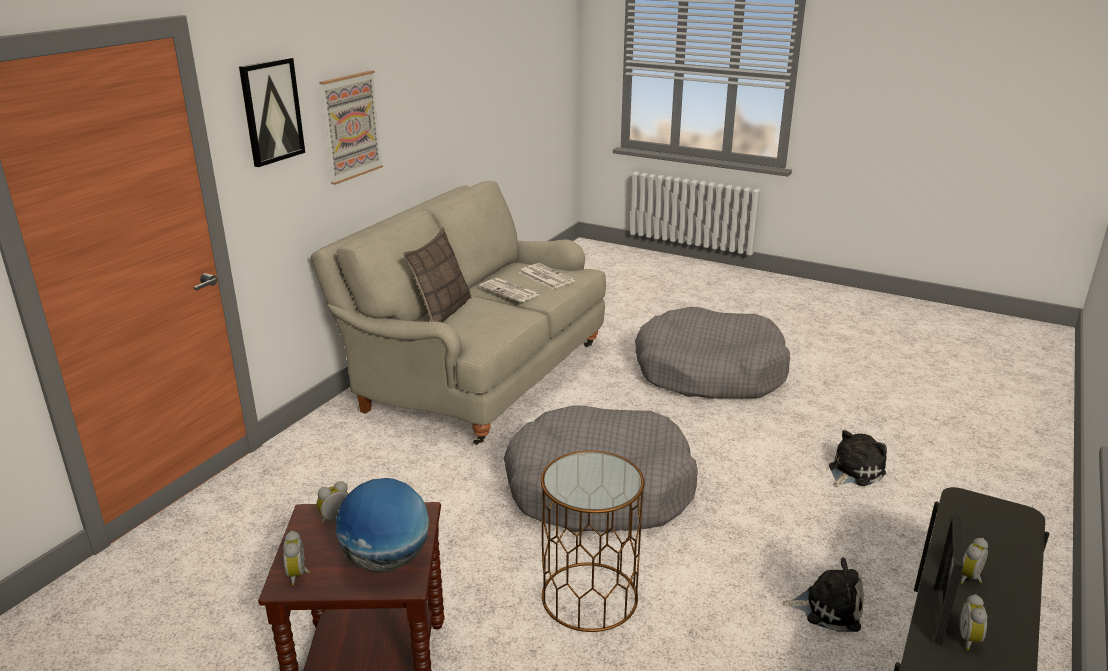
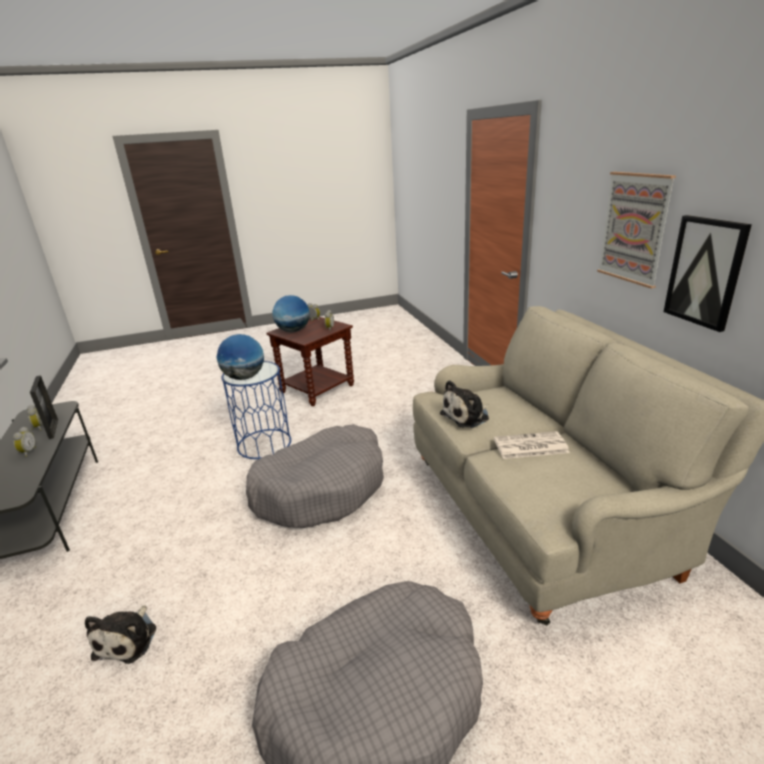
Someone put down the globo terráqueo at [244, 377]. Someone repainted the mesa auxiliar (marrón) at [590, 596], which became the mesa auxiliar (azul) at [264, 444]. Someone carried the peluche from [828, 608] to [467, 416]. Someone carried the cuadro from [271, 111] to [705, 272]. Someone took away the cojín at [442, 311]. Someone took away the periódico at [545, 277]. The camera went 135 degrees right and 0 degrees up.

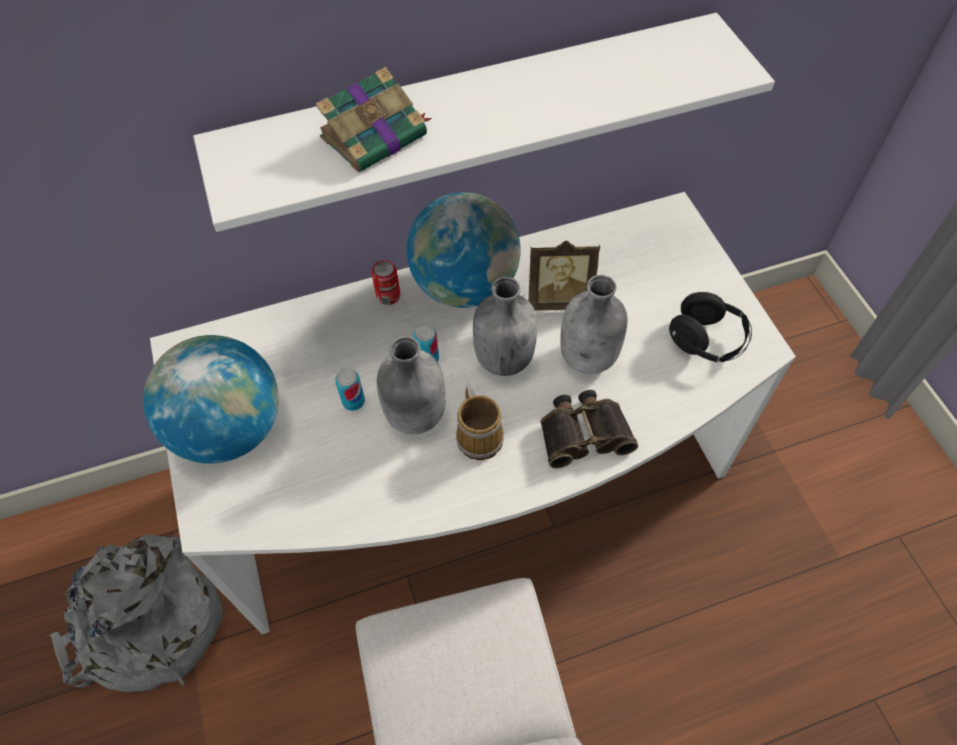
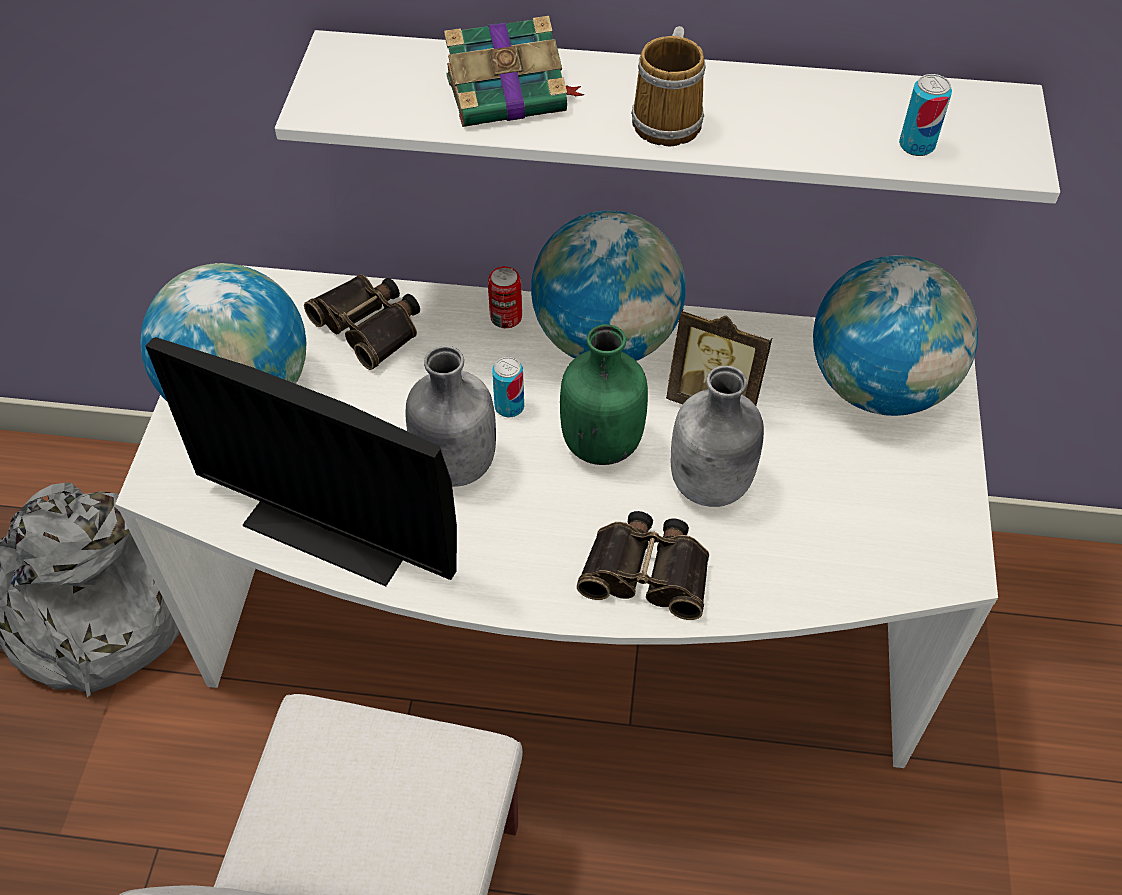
Someone put down the monitor at [333, 527]. Someone put down the prismáticos at [370, 325]. Someone repainted the botella (gris) at [503, 358], which became the botella (verde) at [601, 442]. Someone carried the taza grande from [480, 435] to [670, 120]. Someone put down the globo terráqueo at [878, 387]. Someone carried the lata from [353, 401] to [916, 145]. Someone took away the auriculares (negro) at [706, 341]. The camera went 25 degrees right and 5 degrees down.

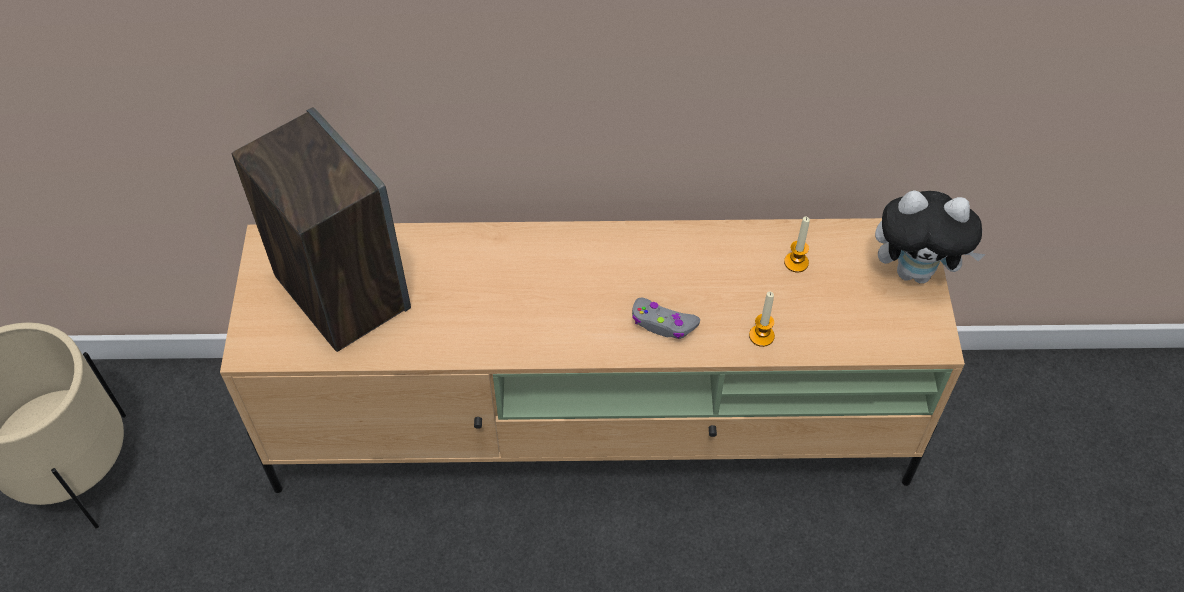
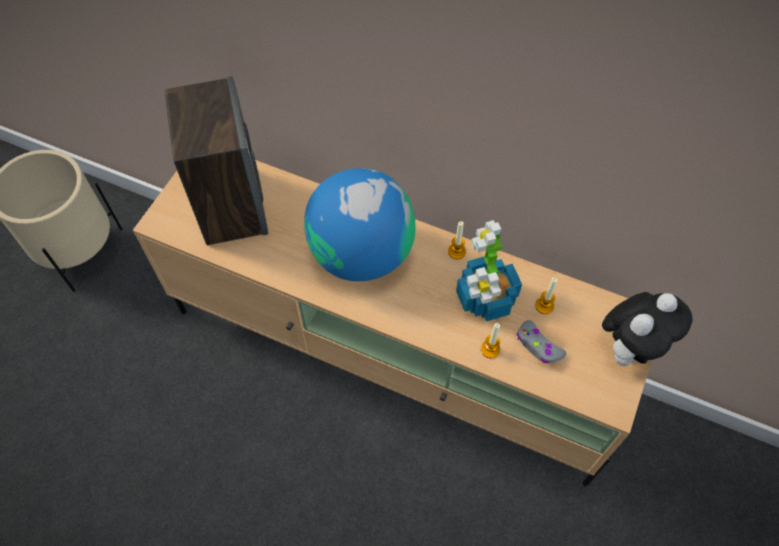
Someone put down the globo terráqueo at [361, 254]. Someone put down the vela at [456, 251]. Someone put down the planta en maceta at [485, 298]. Someone carried the mando de consola (gris) from [663, 323] to [538, 346]. Someone rotated the peluche at [915, 271] by 75 degrees counterclockwise. The camera went 25 degrees right and 5 degrees up.

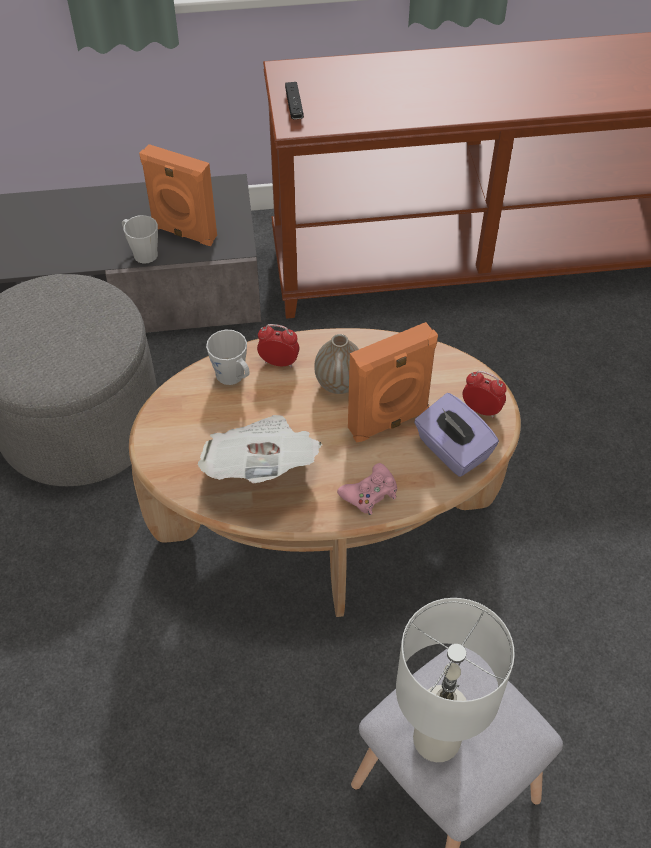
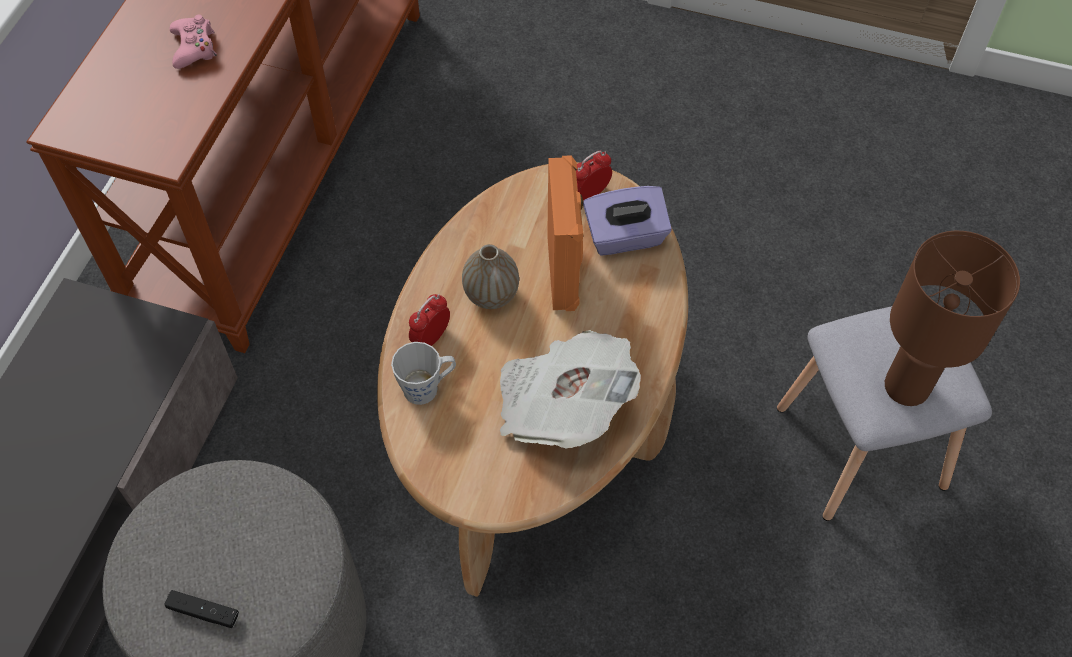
Someone carried the mando de consola (negro) from [294, 106] to [204, 612]. Someone carried the mando de consola (rosa) from [370, 493] to [194, 48]. Someone repainted the lámpara de mesa (blanco) at [437, 740], which became the lámpara de mesa (marrón) at [908, 387]. Someone took away the taza grande (gris) at [142, 252]. Someone took away the altavoz (naranja) at [183, 233]. The camera went 65 degrees left and 5 degrees up.

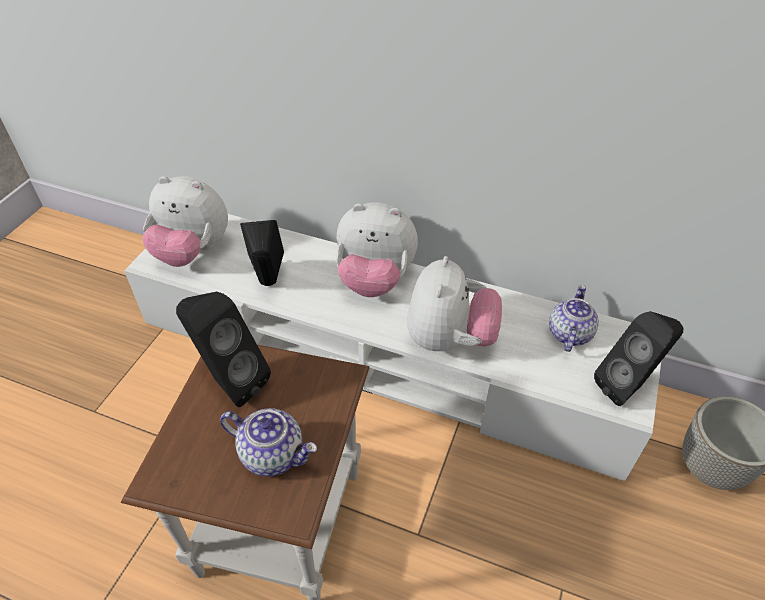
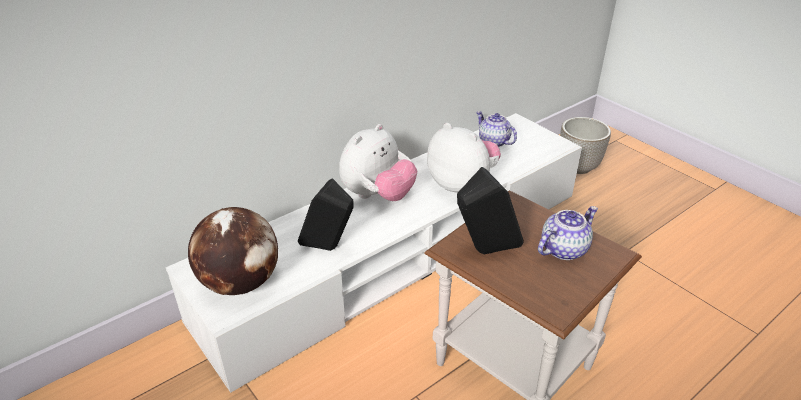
Someone swapped the peluche at [192, 252] for the globo terráqueo at [241, 282]. Someone took away the altavoz (negro) at [627, 386]. The camera went 60 degrees left and 10 degrees down.

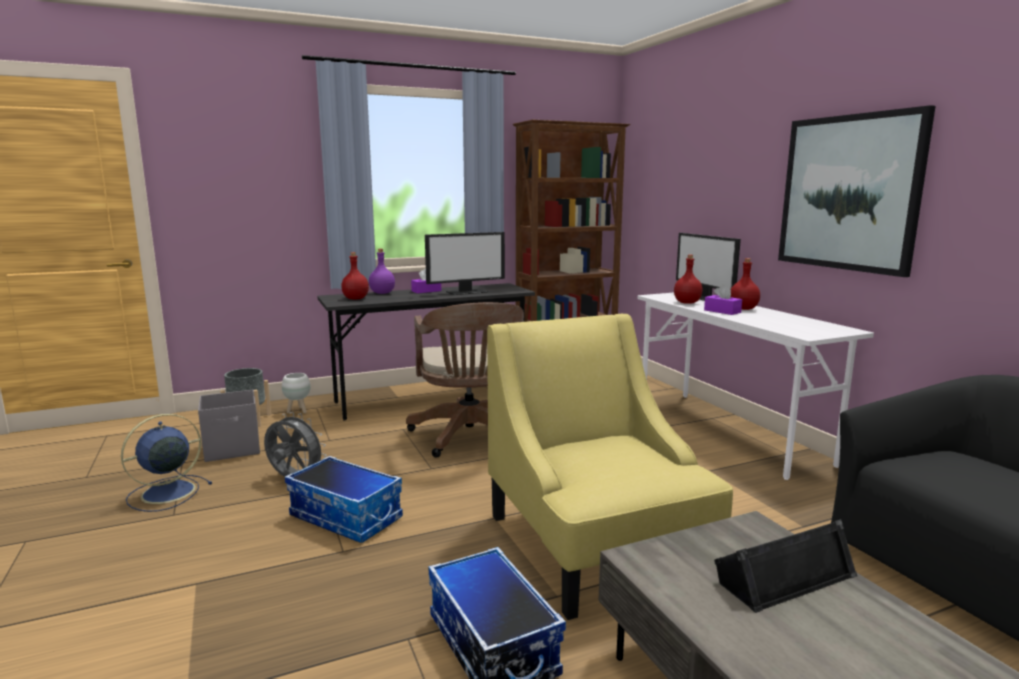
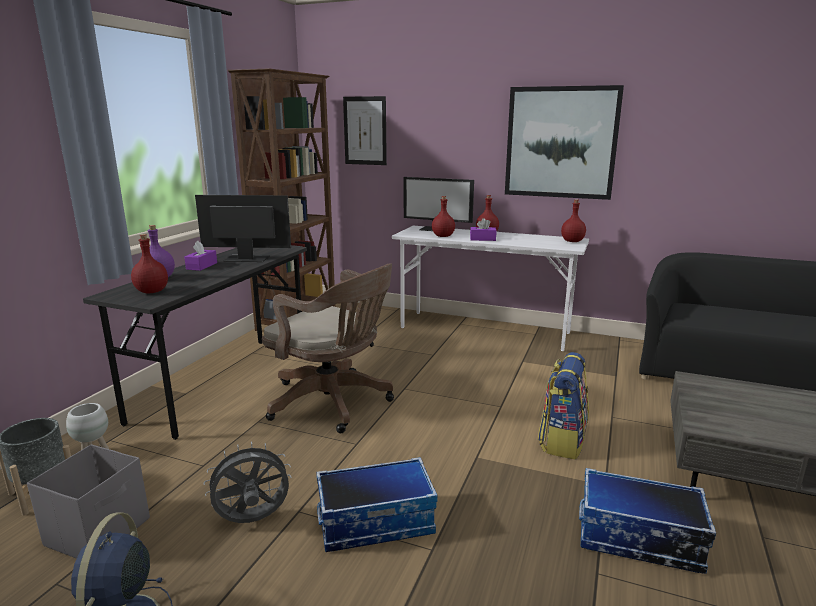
Someone rotated the monitor at [466, 292] by 105 degrees counterclockwise. Someone put up the cuadro at [365, 131]. Someone swapped the sillón (amarillo) at [596, 545] for the mochila at [562, 441]. Someone put down the botella (rojo) at [572, 241]. Someone took away the altavoz (negro) at [783, 576]. The camera went 45 degrees left and 5 degrees up.

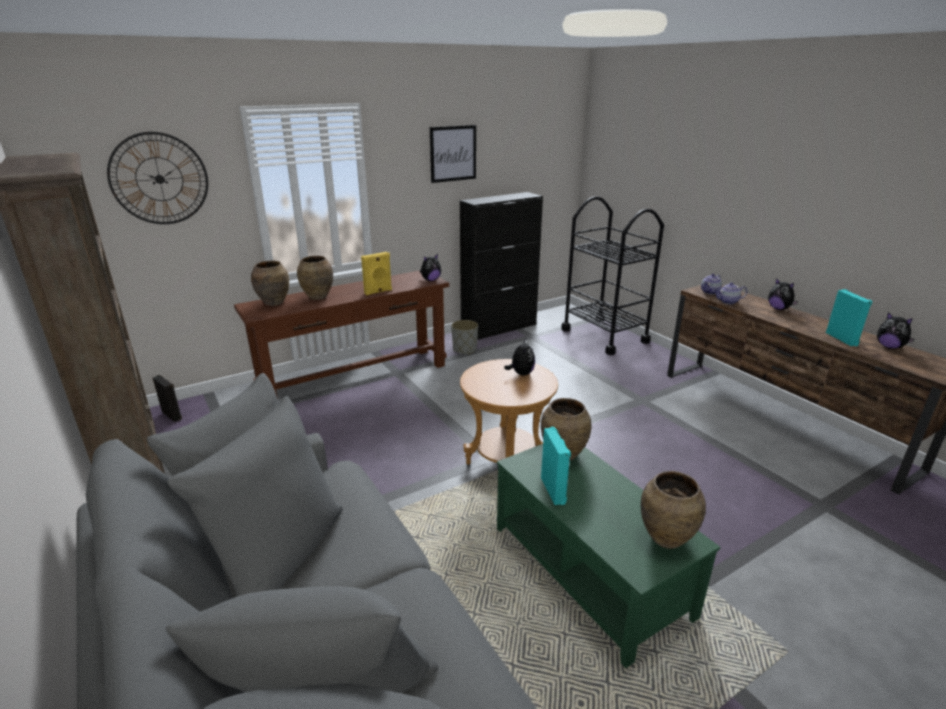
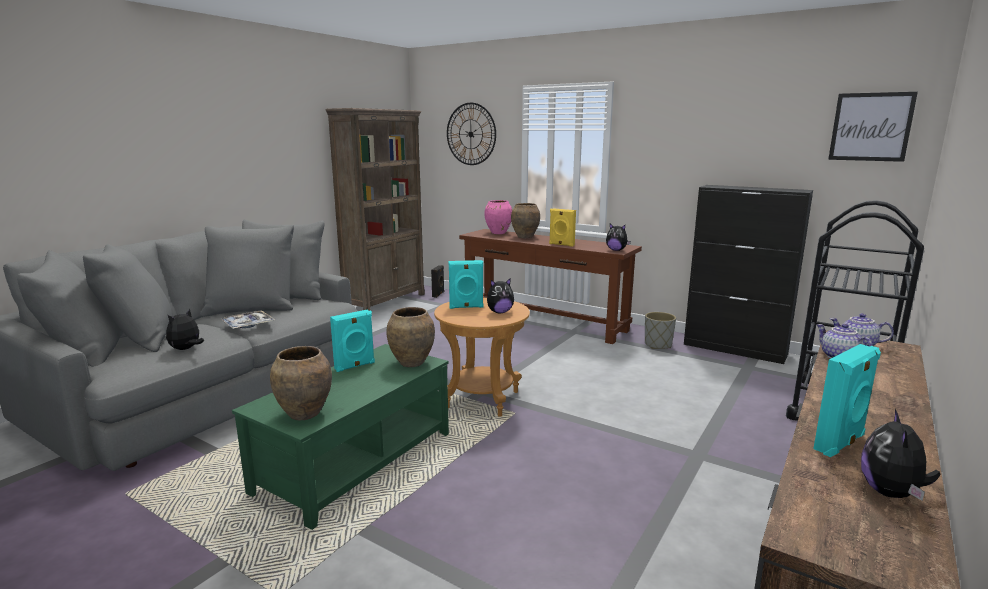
Someone carried the peluche from [779, 308] to [186, 349]. Someone put down the bandeja at [248, 325]. Someone put down the altavoz (turquesa) at [466, 307]. Someone repainted the florero (marrón) at [274, 303], which became the florero (rosa) at [498, 233]. Someone carried the cuadro from [453, 153] to [871, 127]. The camera went 65 degrees right and 10 degrees down.

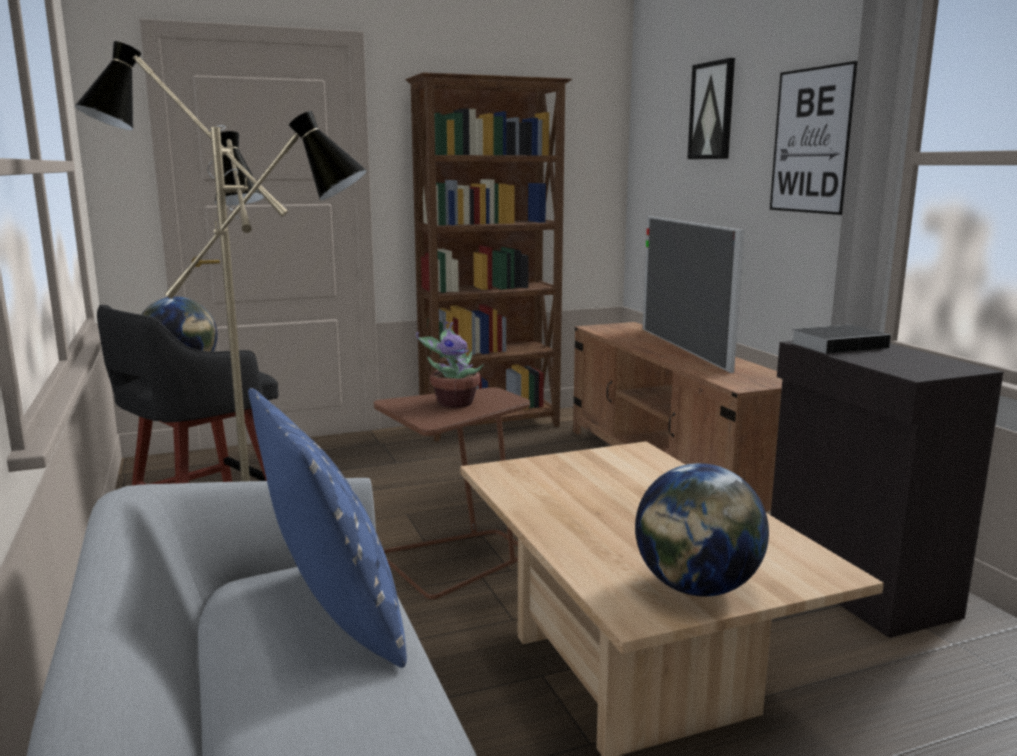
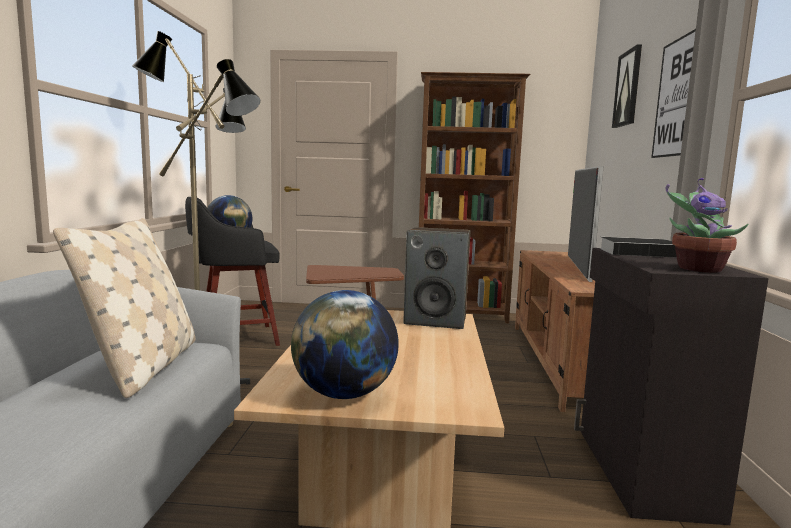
Someone repainted the cojín (azul) at [334, 616], which became the cojín (beis) at [144, 367]. Someone put down the altavoz at [436, 321]. Someone carried the planta en maceta from [453, 402] to [697, 269]. The camera went 25 degrees right and 5 degrees down.

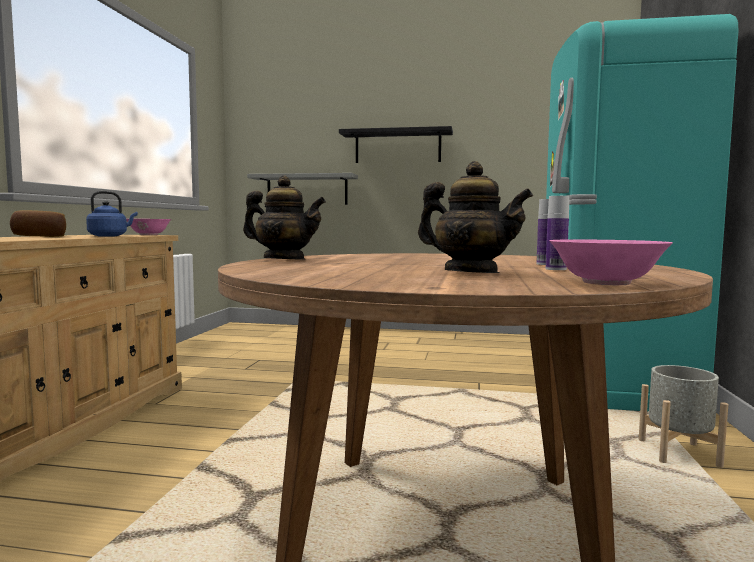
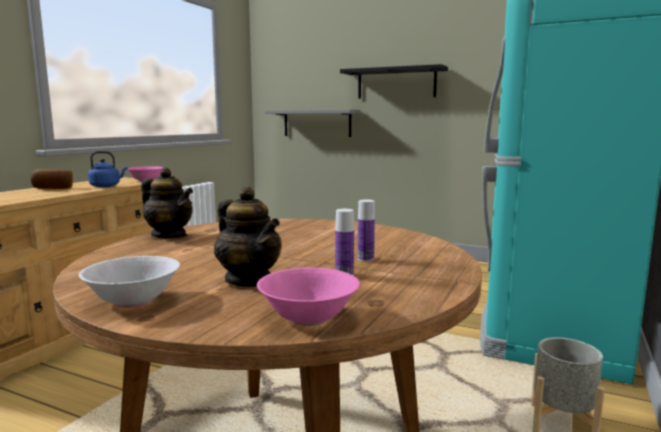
Someone put down the cuenco (blanco) at [133, 301]. The camera went 15 degrees right and 5 degrees up.

